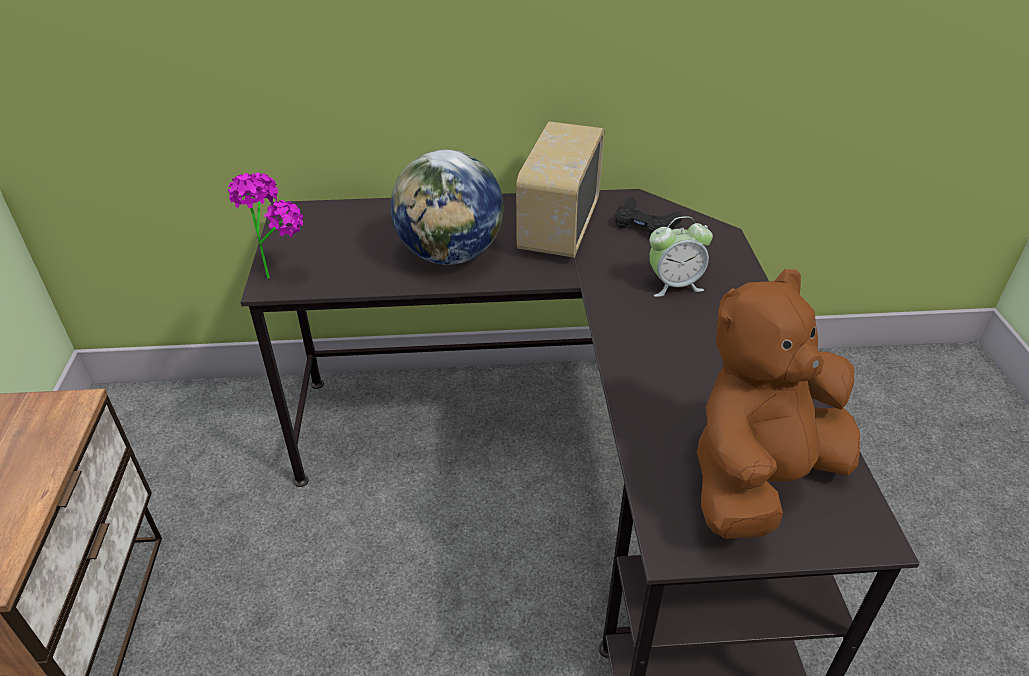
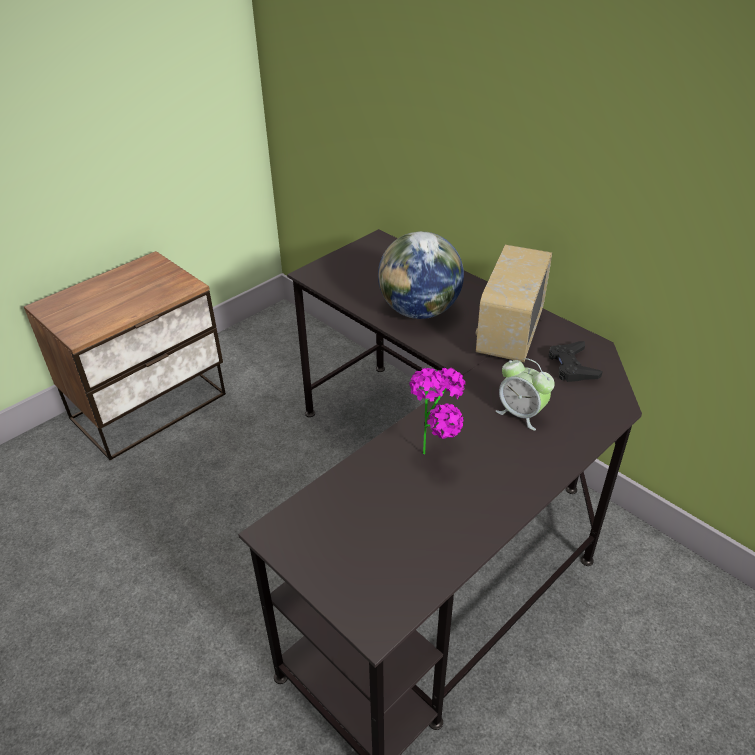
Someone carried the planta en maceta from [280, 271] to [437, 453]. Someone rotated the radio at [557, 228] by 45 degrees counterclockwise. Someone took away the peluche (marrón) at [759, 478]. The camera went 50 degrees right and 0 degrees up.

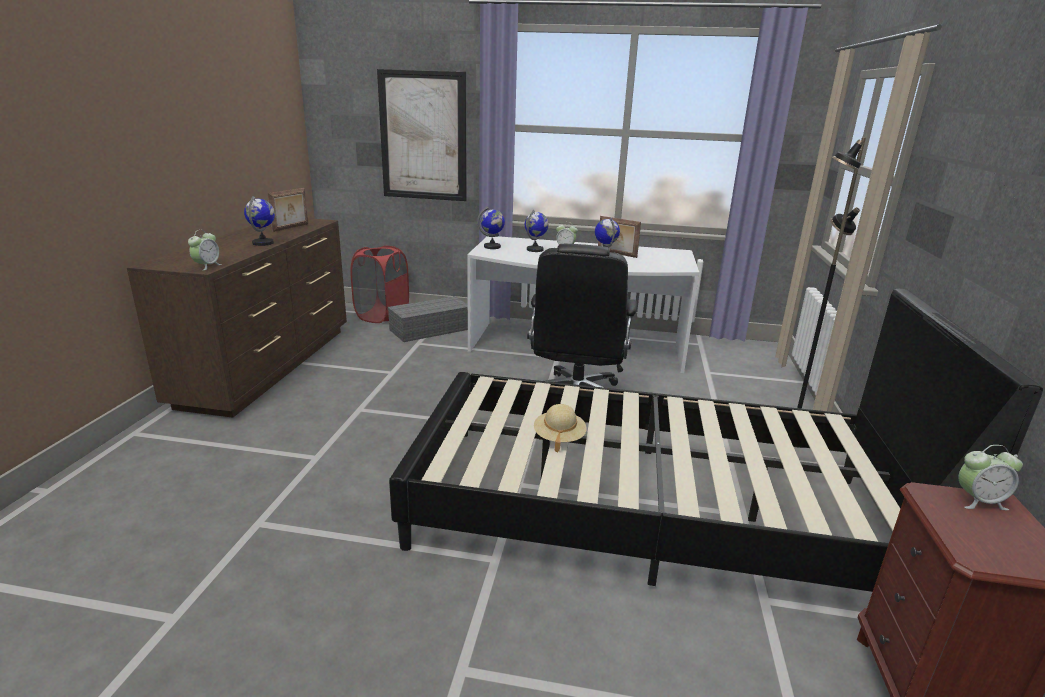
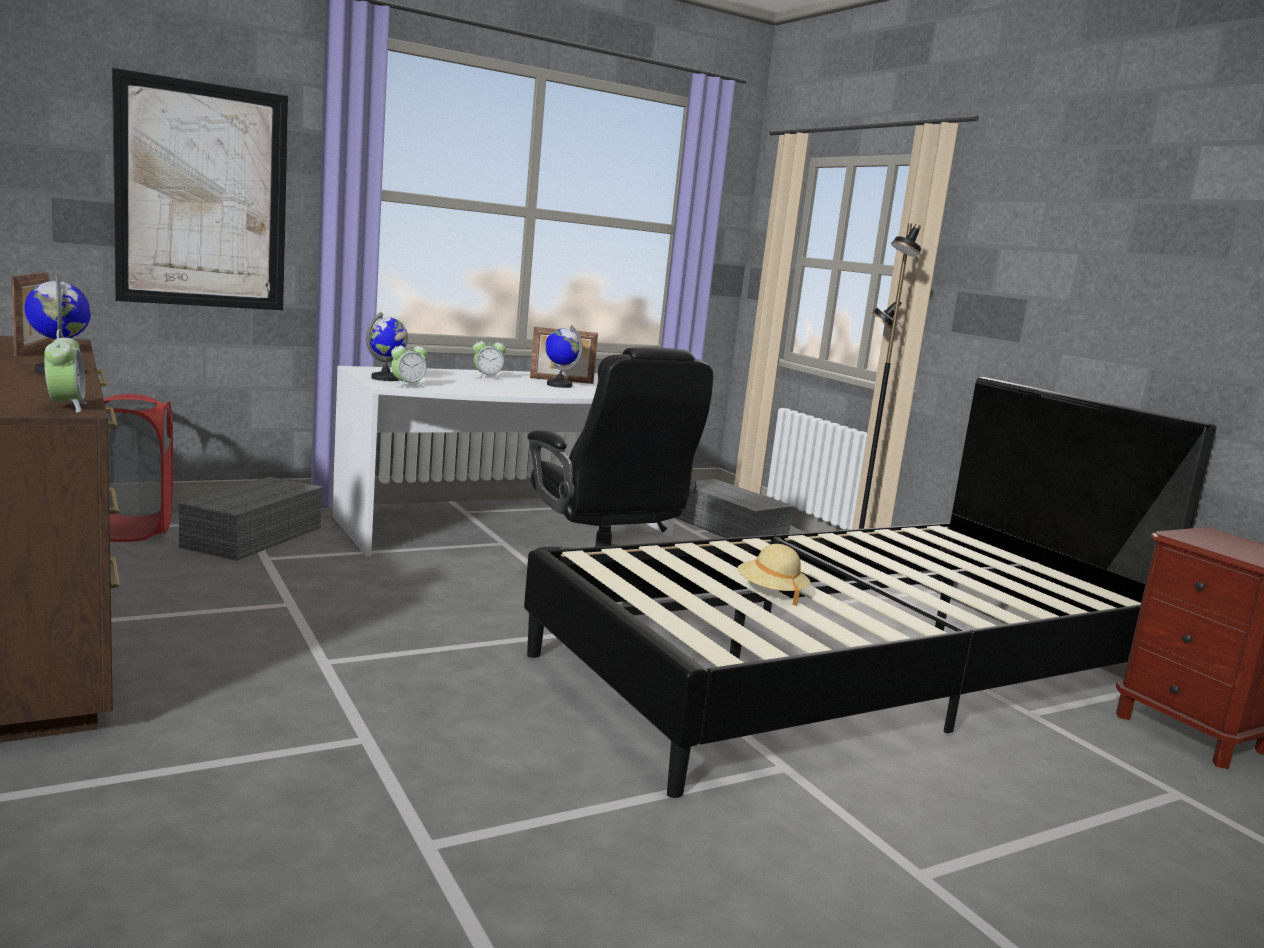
Someone carried the despertador from [979, 501] to [408, 385]. Someone put down the caja de almacenaje (gris) at [731, 529]. Someone took away the globo terráqueo at [535, 250]. The camera went 40 degrees left and 10 degrees down.

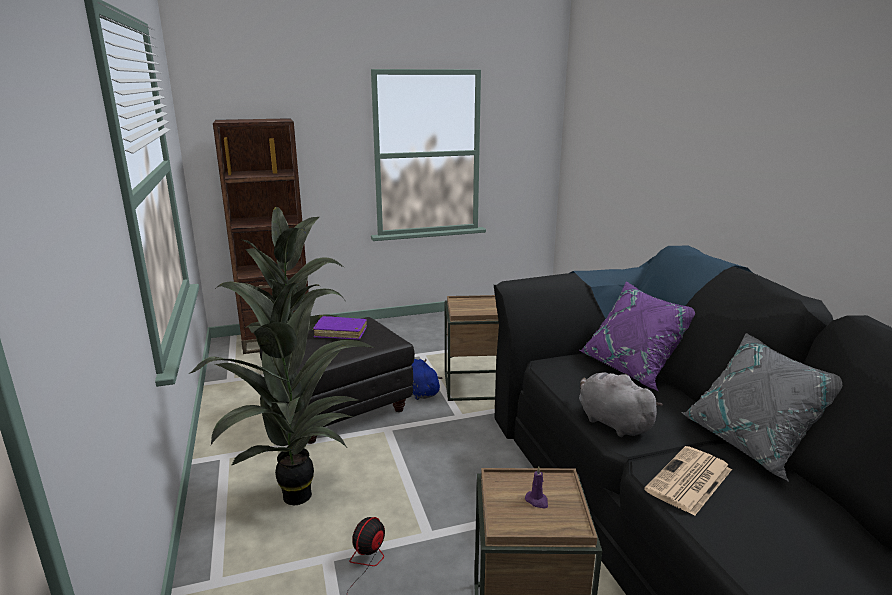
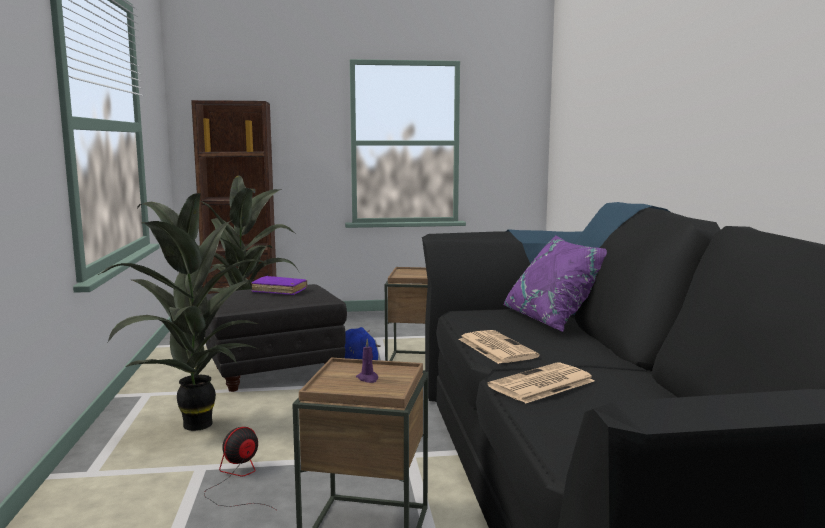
Someone swapped the peluche (gris) at [612, 422] for the periódico at [495, 348]. Someone took away the cojín (gris) at [752, 442]. The camera went 10 degrees right and 10 degrees down.

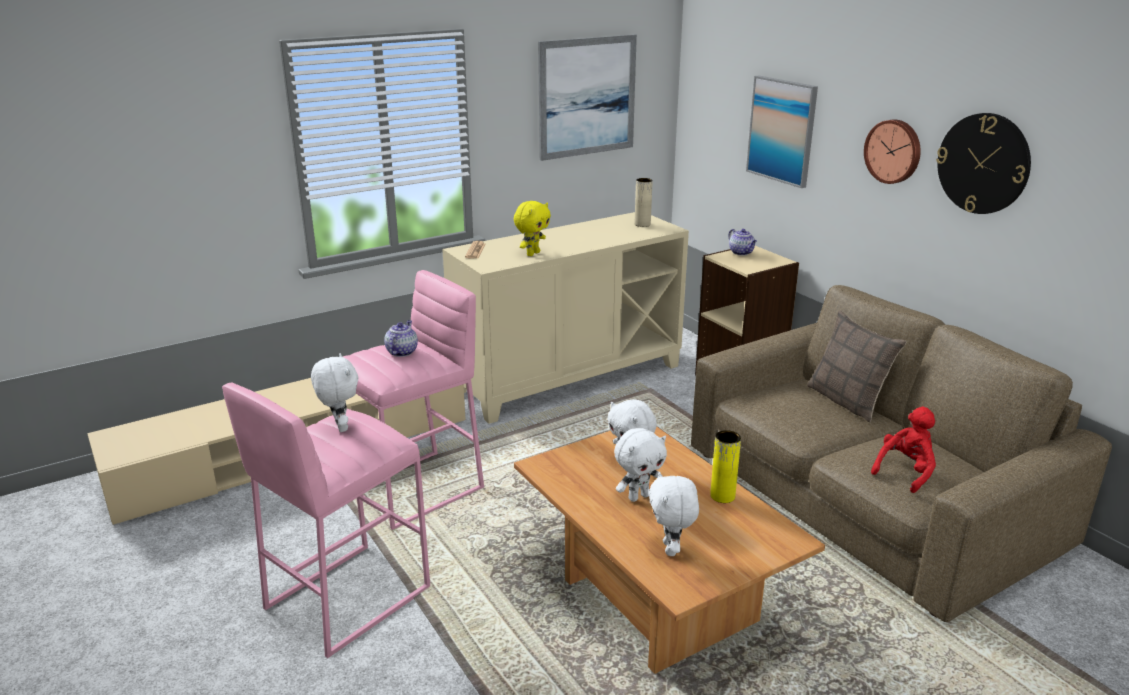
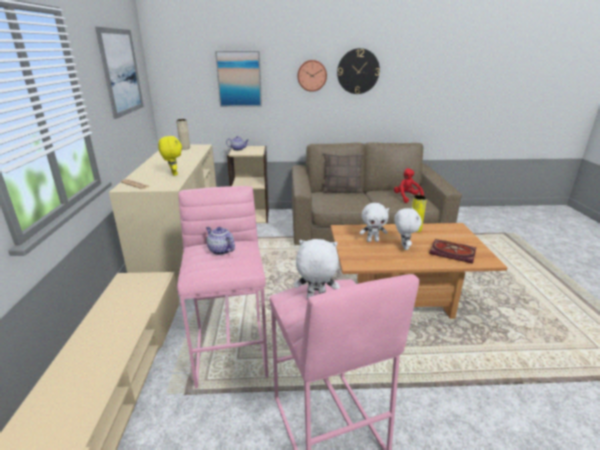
Someone swapped the peluche (blanco) at [671, 549] for the libro at [453, 253]. The camera went 60 degrees left and 0 degrees up.

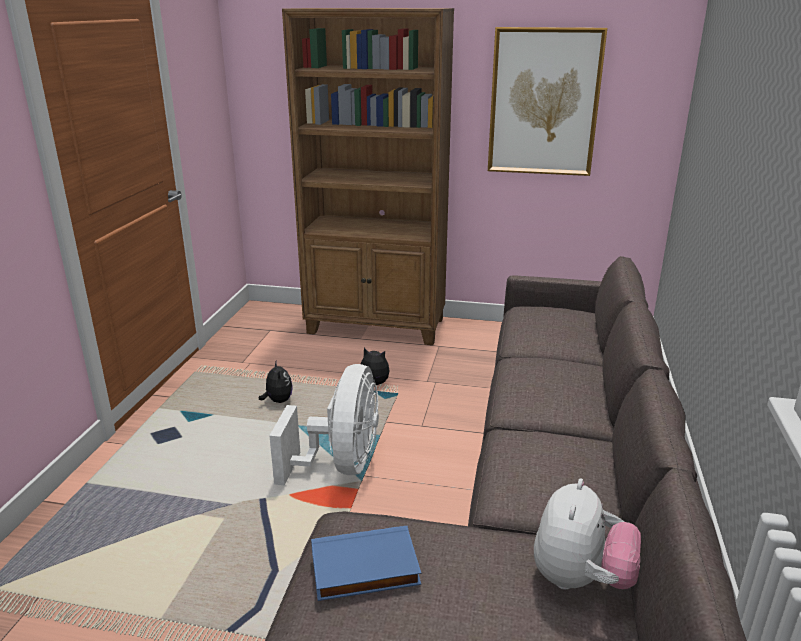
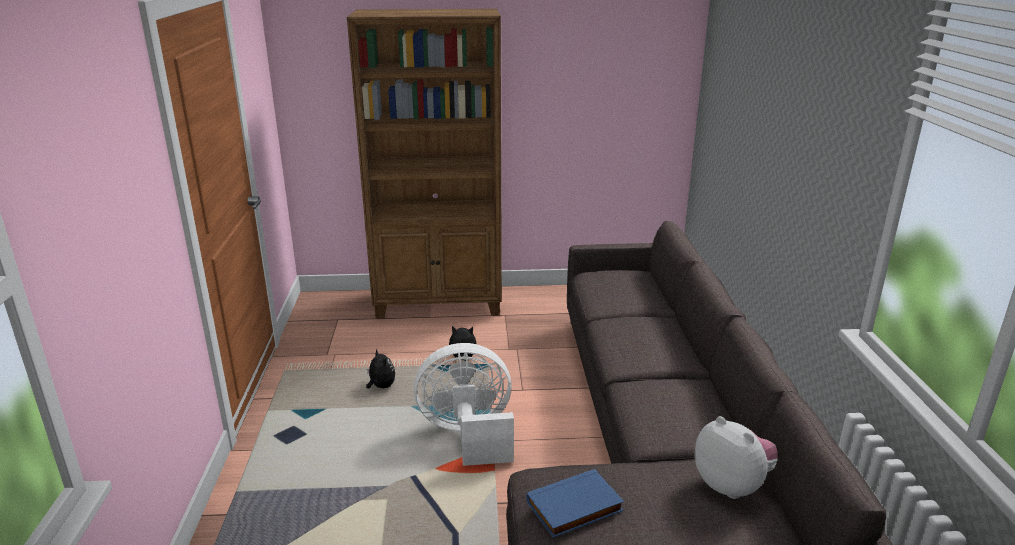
Someone rotated the ventilador (blanco) at [341, 465] by 90 degrees counterclockwise. Someone rotated the peluche at [580, 579] by 45 degrees counterclockwise. Someone took away the cuadro at [544, 102]. The camera went 15 degrees left and 0 degrees up.

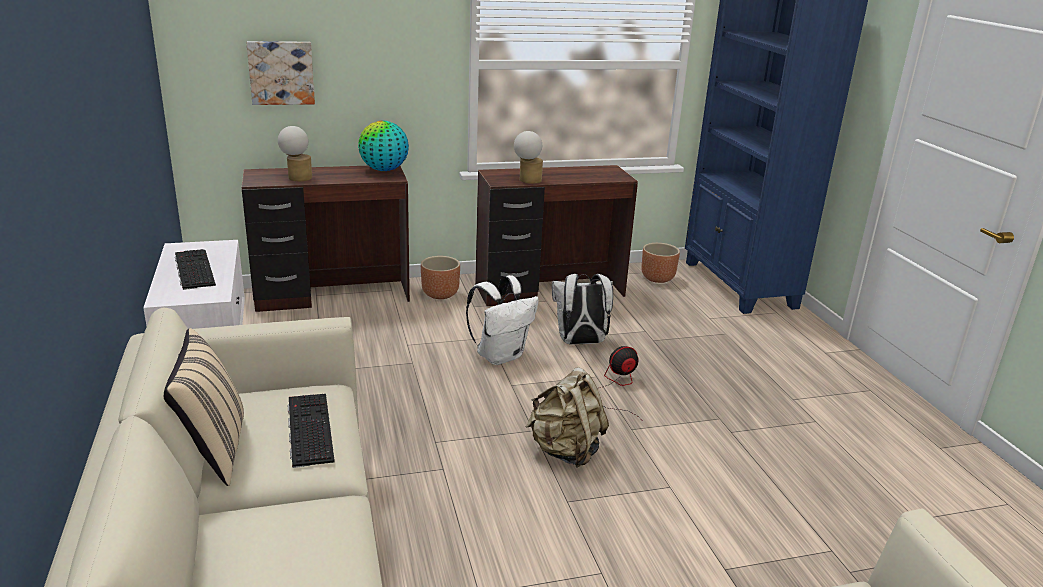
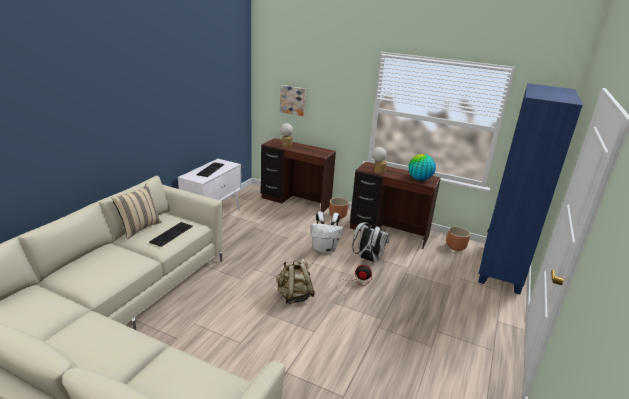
Someone carried the globo terráqueo from [384, 170] to [419, 179]. The camera went 40 degrees right and 0 degrees up.

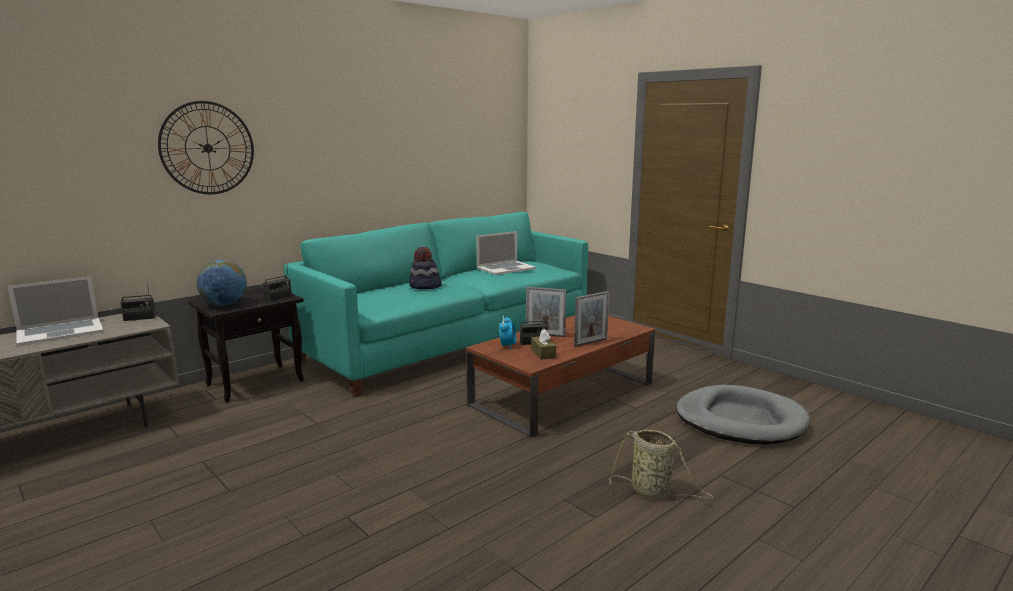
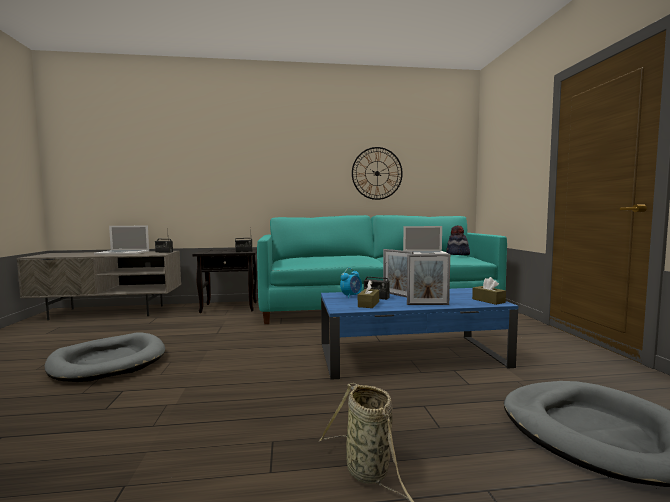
Someone put down the cama para perro (gris) at [108, 361]. Someone repainted the mesa de centro (marrón) at [564, 393], which became the mesa de centro (azul) at [411, 355]. Someone carried the reloj de pared from [207, 148] to [377, 173]. Someone carried the sombrero from [425, 286] to [457, 254]. Someone put down the caja de pañuelos (marrón) at [488, 301]. Someone took away the globo terráqueo at [224, 304]. The camera went 35 degrees right and 10 degrees down.

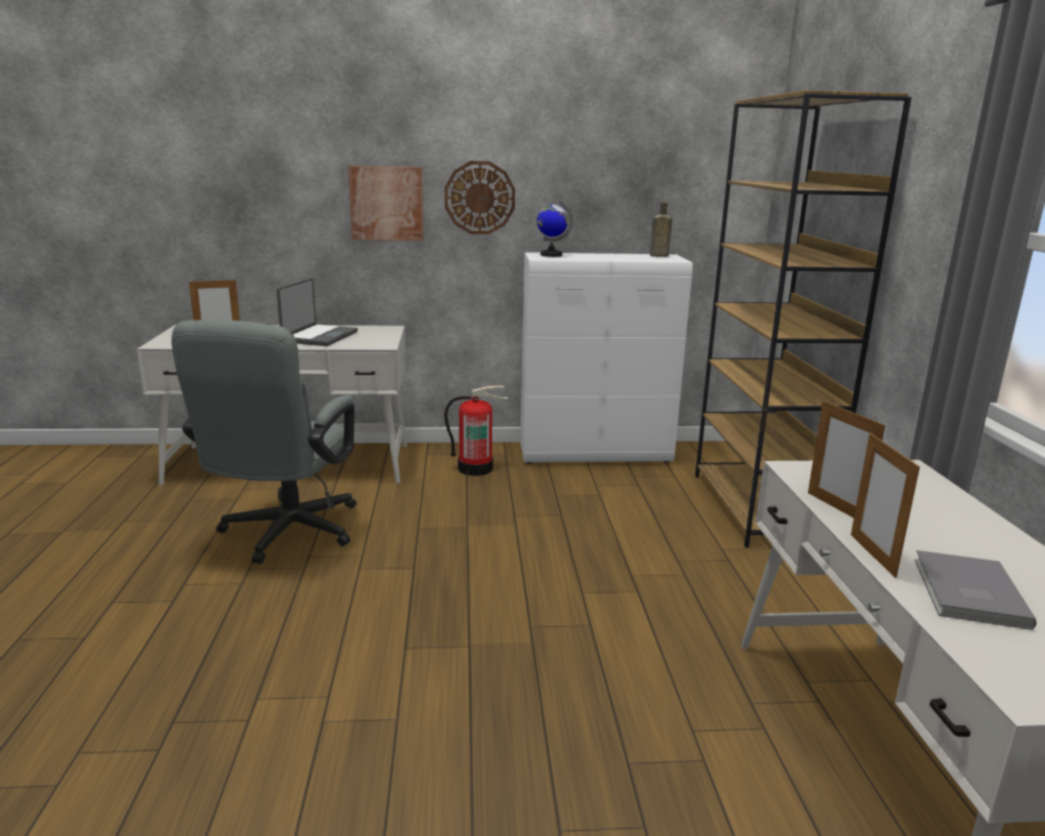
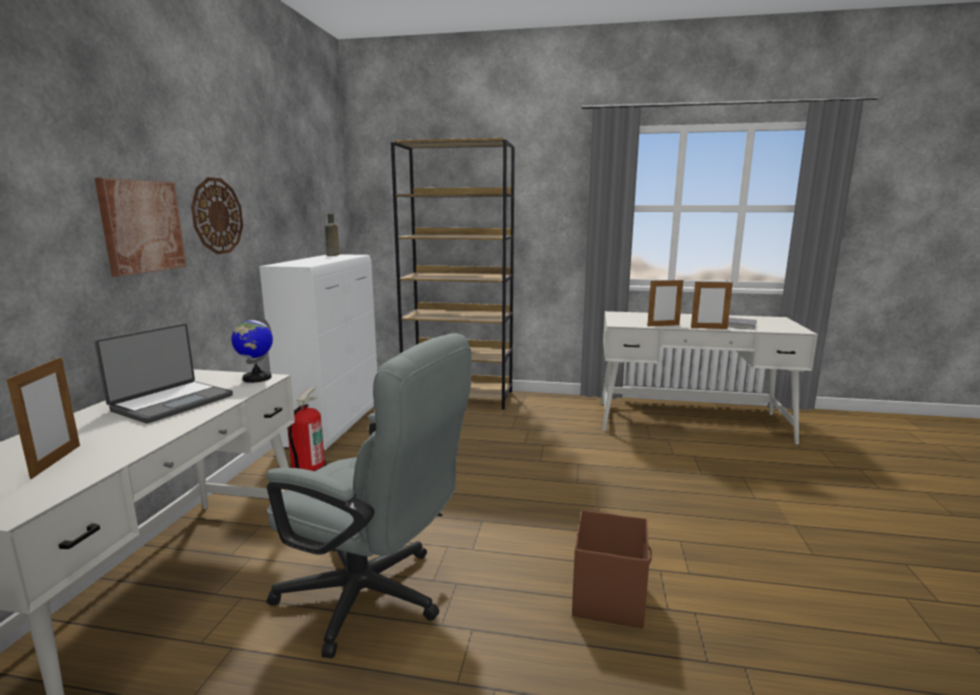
Someone rotated the portátil at [319, 337] by 90 degrees clockwise. Someone carried the globo terráqueo from [551, 255] to [257, 378]. Someone put down the caja de almacenaje (marrón) at [609, 597]. The camera went 75 degrees left and 5 degrees down.

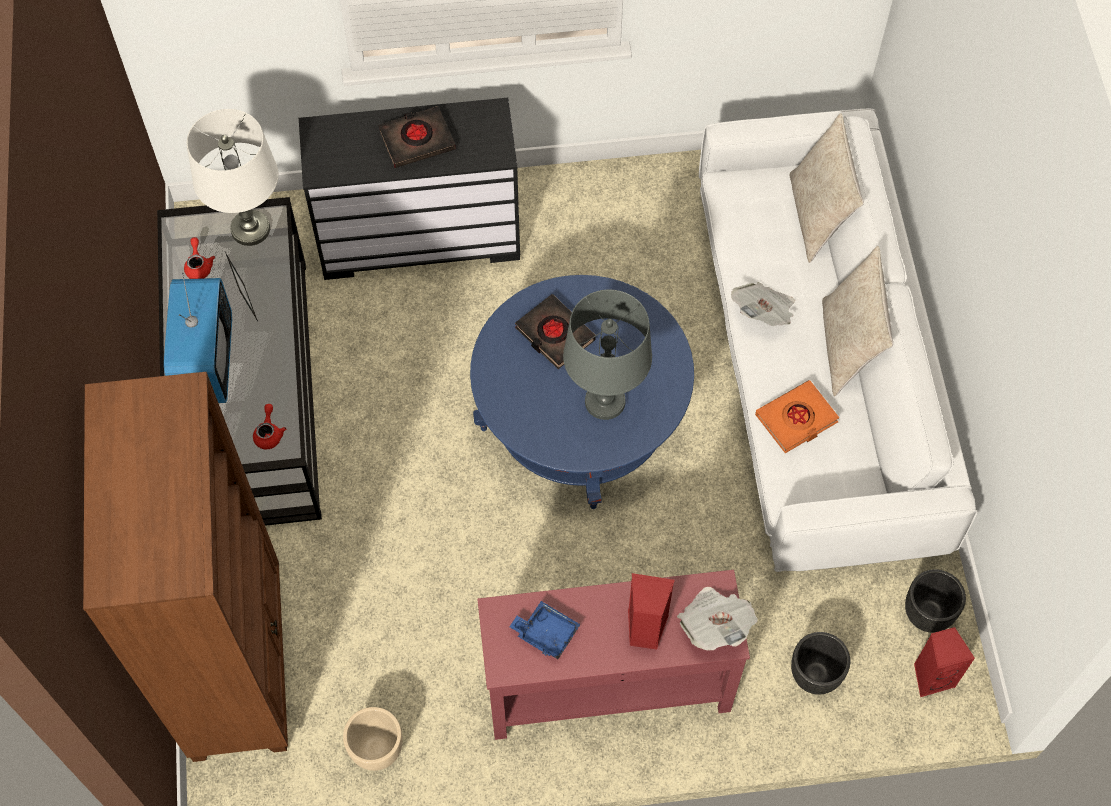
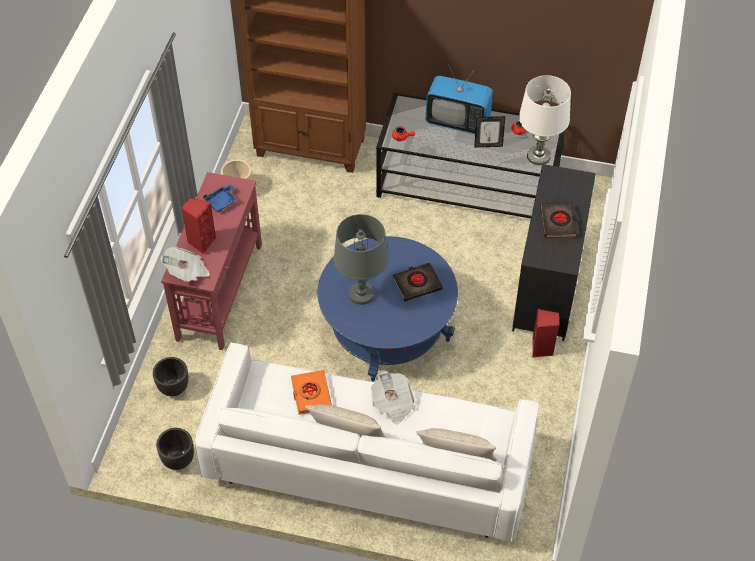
Someone carried the altavoz (rojo) from [932, 676] to [542, 349]. The camera went 110 degrees right and 10 degrees down.

